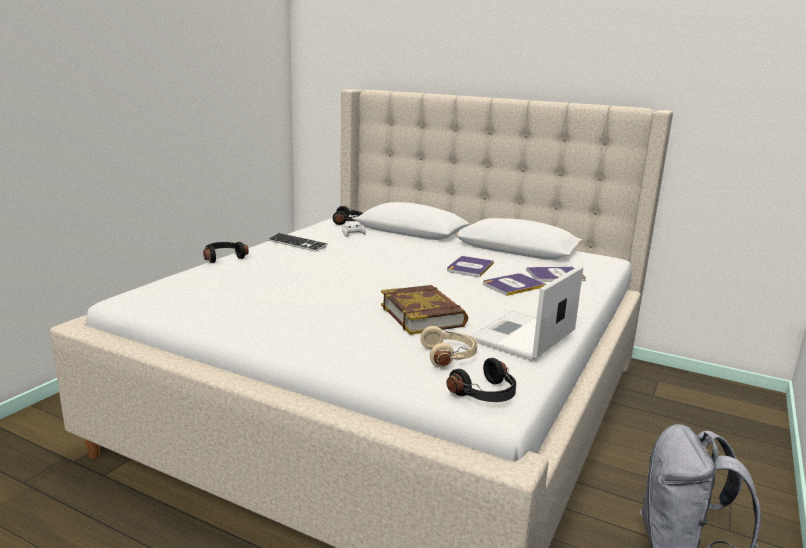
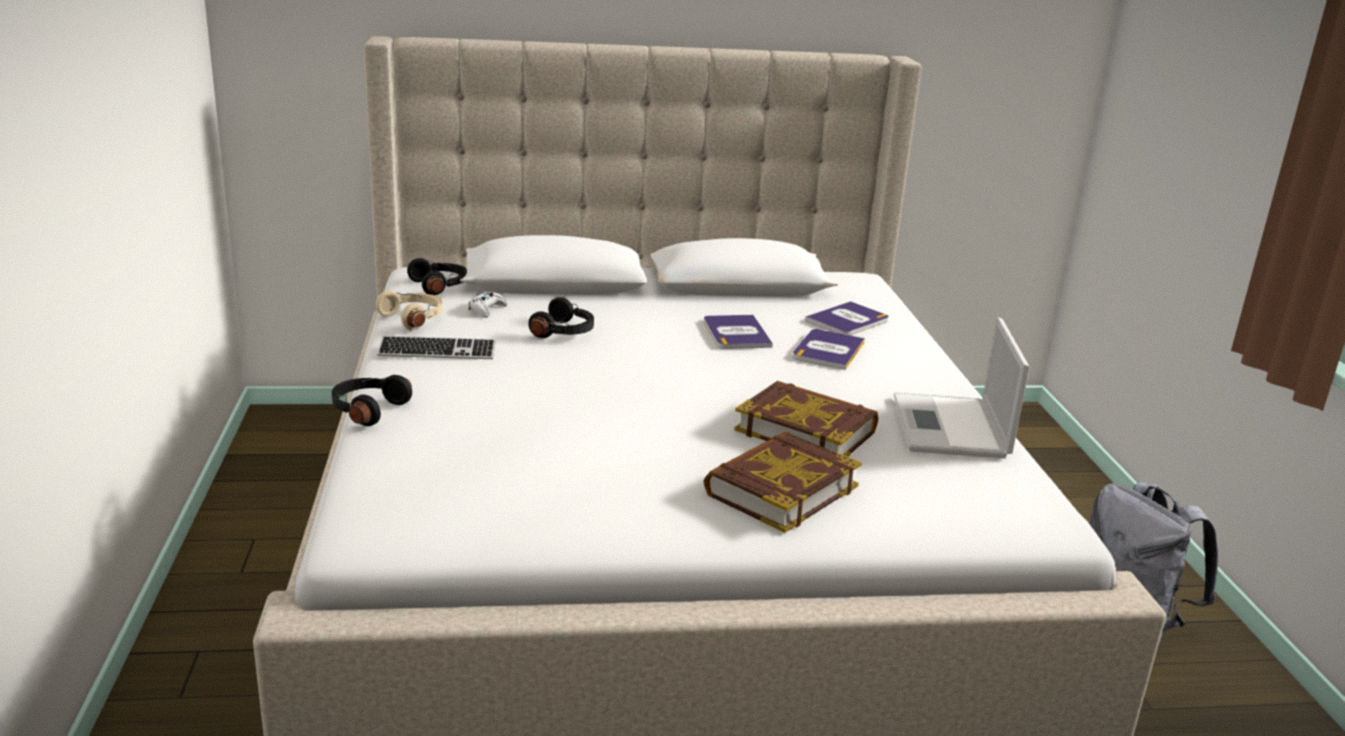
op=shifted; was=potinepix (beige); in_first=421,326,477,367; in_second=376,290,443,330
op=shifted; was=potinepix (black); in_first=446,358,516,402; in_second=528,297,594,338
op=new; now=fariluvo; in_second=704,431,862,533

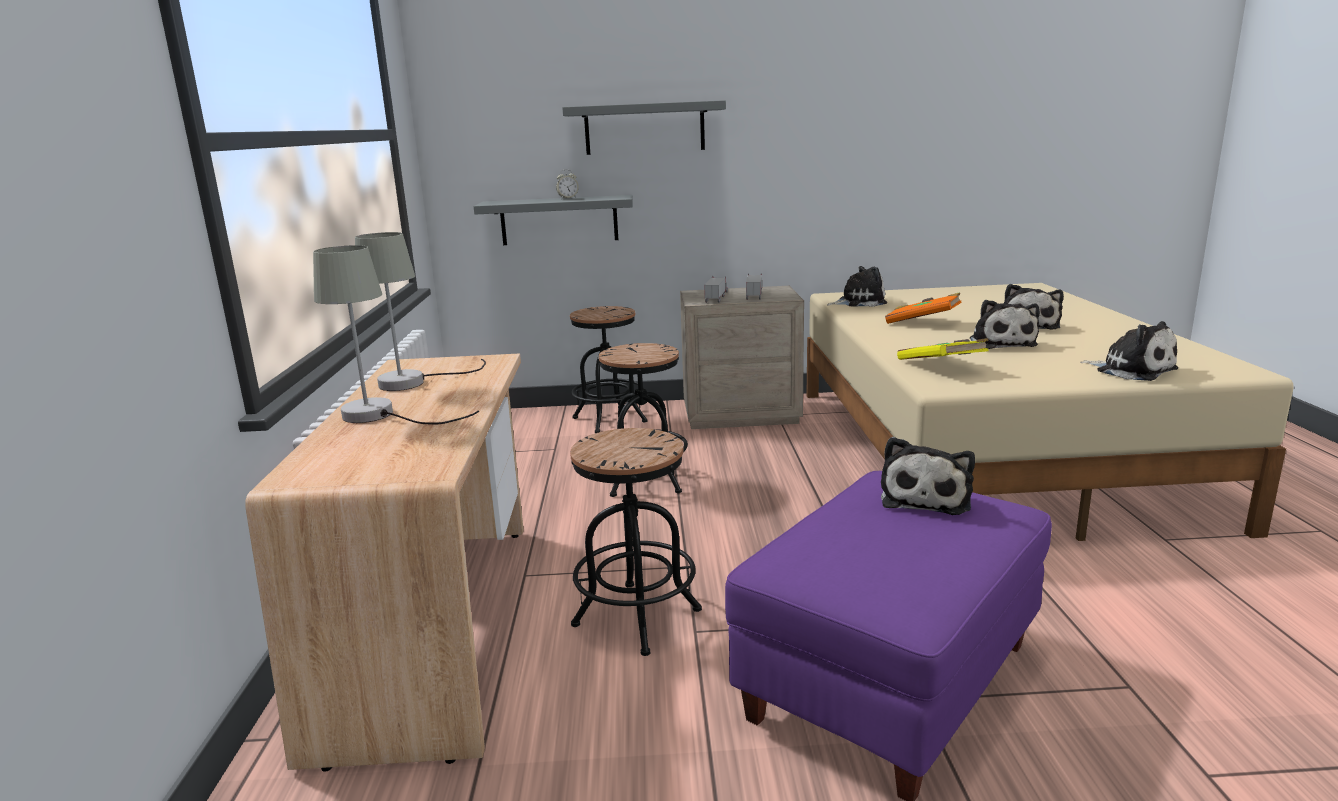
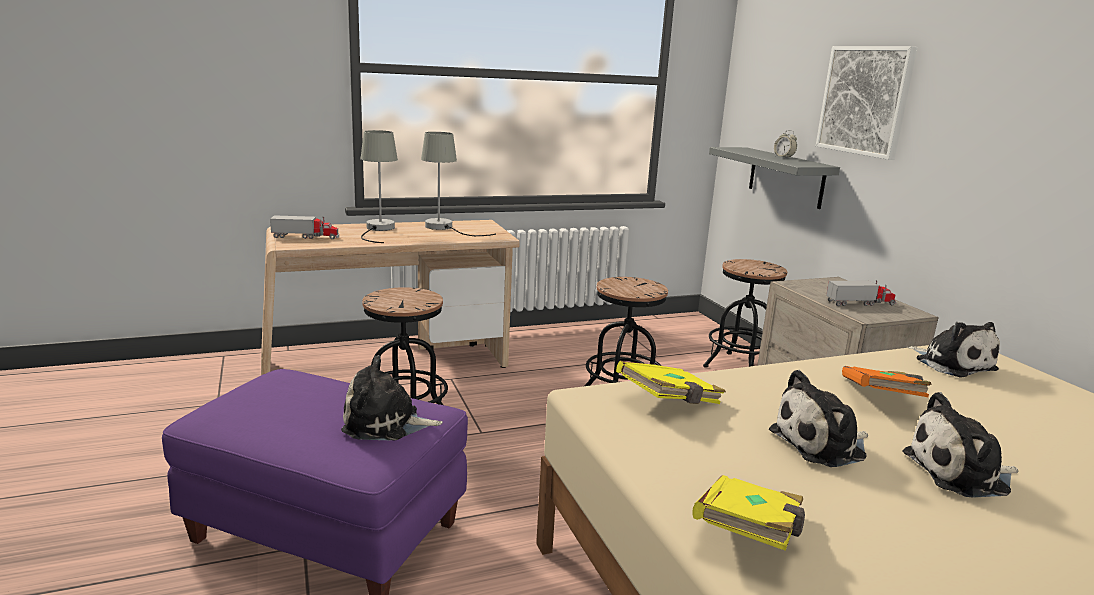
op=swapped; was=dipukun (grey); now=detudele; in_first=562,100,726,155; in_second=816,46,917,160
op=shifted; was=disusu; in_first=704,276,728,303; in_second=270,215,339,239
op=swapped; was=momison; now=fariluvo (yellow); in_first=1080,321,1178,381; in_second=692,475,805,551

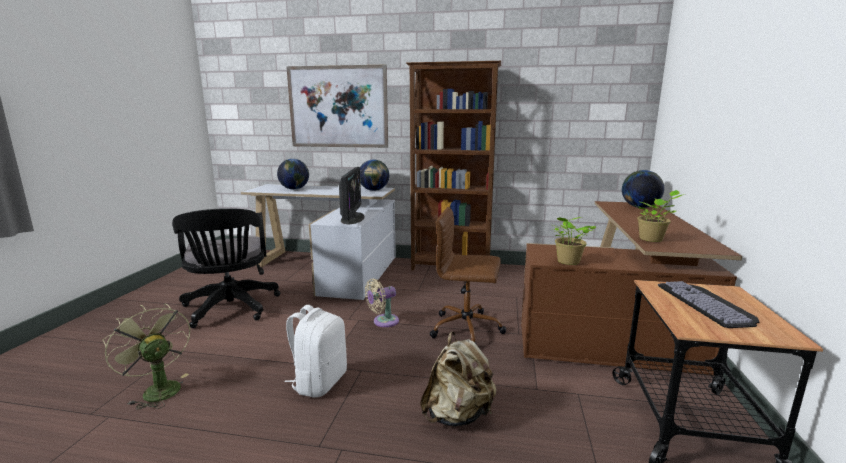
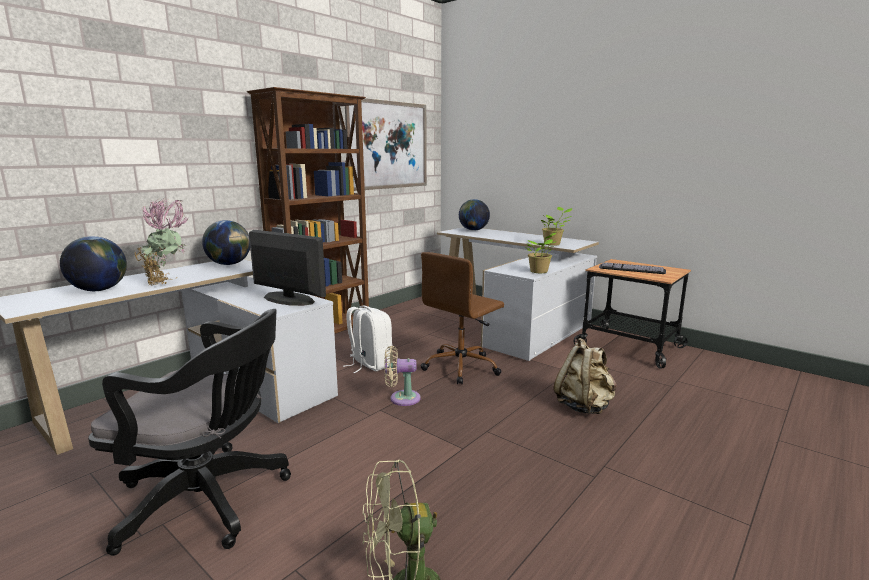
op=shifted; was=detudele; in_first=286,64,388,148; in_second=345,98,427,191
op=repainted; was=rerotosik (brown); now=rerotosik (white); in_first=521,201,742,376; in_second=437,227,599,361
op=rotated; was=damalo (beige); in_first=365,279,399,327; in_second=384,346,420,406; clockwise=90
op=shifted; was=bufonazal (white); in_first=284,305,347,398; in_second=343,306,393,373
op=new; now=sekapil; in_second=135,199,190,285

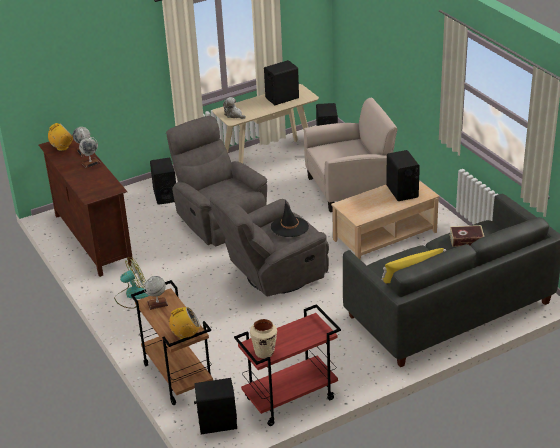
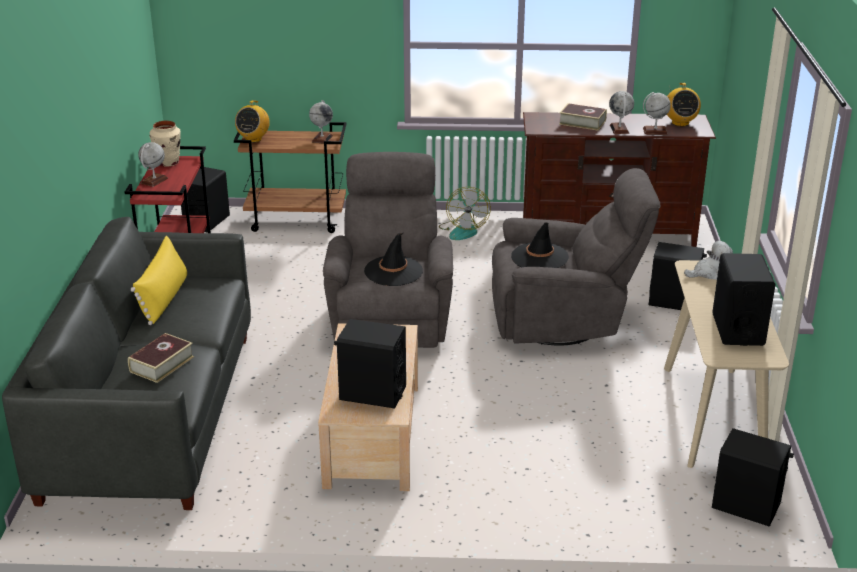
op=gone; was=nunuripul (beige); in_first=304,98,398,212
op=new; now=fariluvo; in_second=559,103,607,131
op=new; now=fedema; in_second=138,142,168,187
op=new; now=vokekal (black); in_second=511,222,569,268

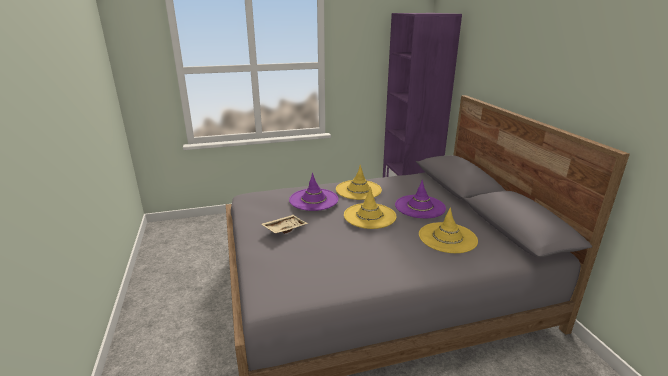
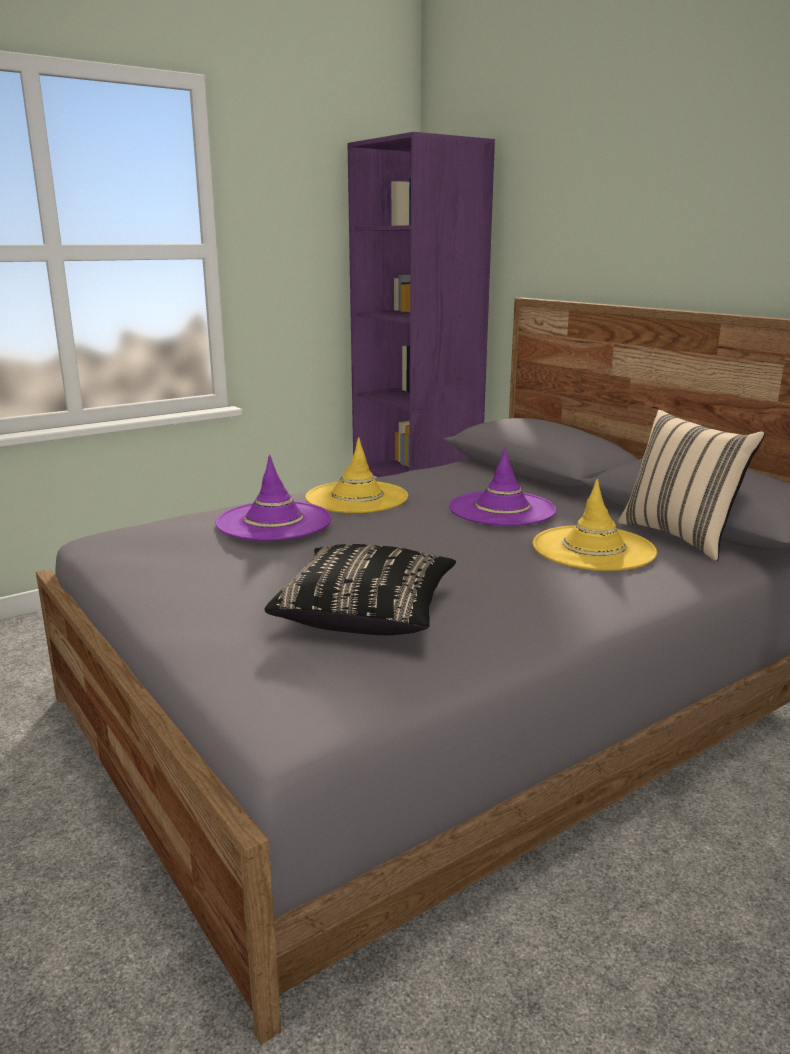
op=gone; was=vokekal (yellow); in_first=344,186,396,229
op=gone; was=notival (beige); in_first=262,215,308,234
op=new; now=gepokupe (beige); in_second=618,410,765,561
op=new; now=gepokupe (black); in_second=265,544,456,635

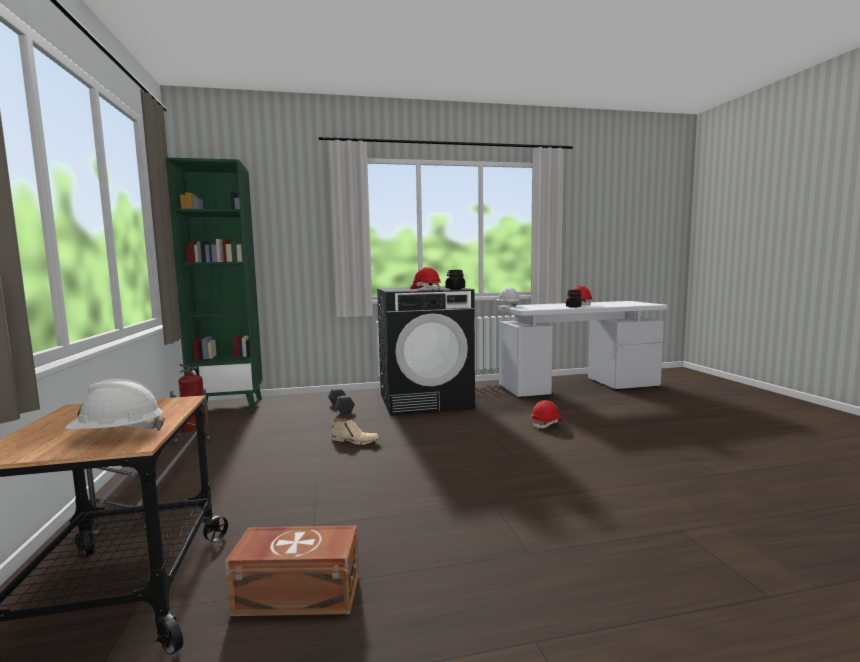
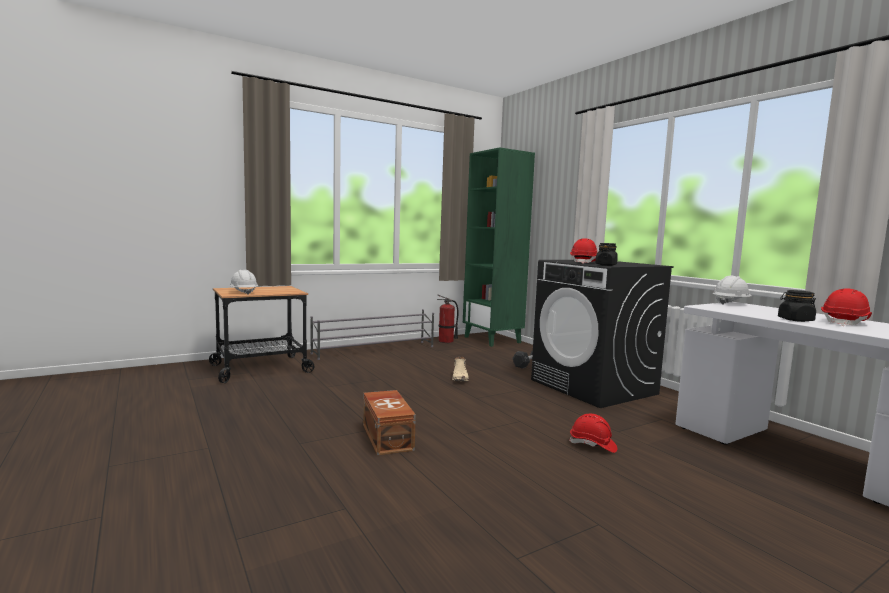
op=shifted; was=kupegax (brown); in_first=225,525,359,616; in_second=363,390,416,455

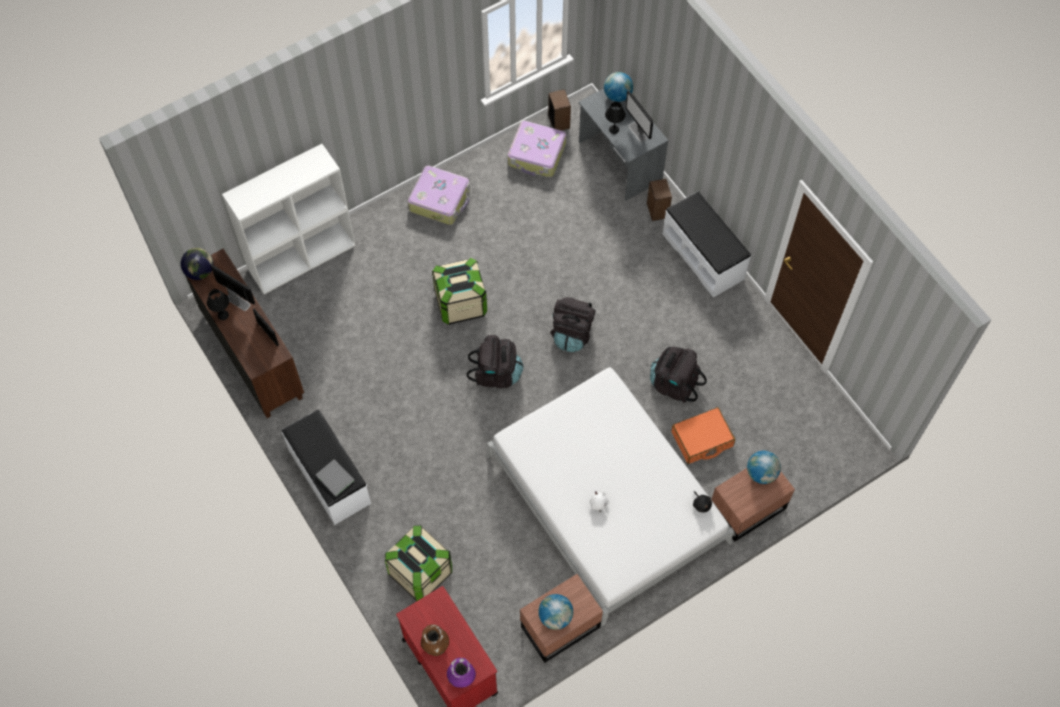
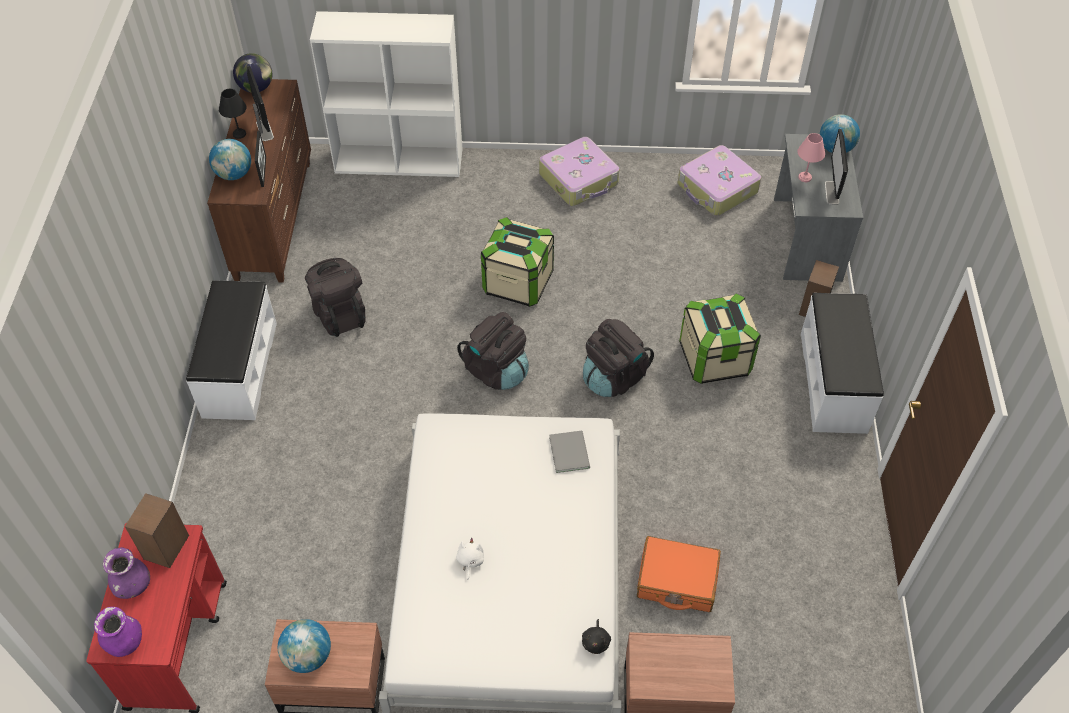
op=shifted; was=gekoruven; in_first=548,89,571,130; in_second=125,493,189,568
op=repainted; was=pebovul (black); now=pebovul (pink); in_first=605,101,626,134; in_second=797,133,825,182
op=shifted; was=bufonazal (black); in_first=650,347,707,403; in_second=305,258,365,337
op=shifted; was=fedema; in_first=747,451,781,484; in_second=209,139,251,180
op=shifted; was=fariluvo (grey); in_first=316,459,355,496; in_second=549,431,590,473
op=shifted; was=kupegax; in_first=385,525,452,601; in_second=679,293,761,384
op=repainted; was=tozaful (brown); now=tozaful (purple); in_first=421,624,449,656; in_second=103,547,150,599

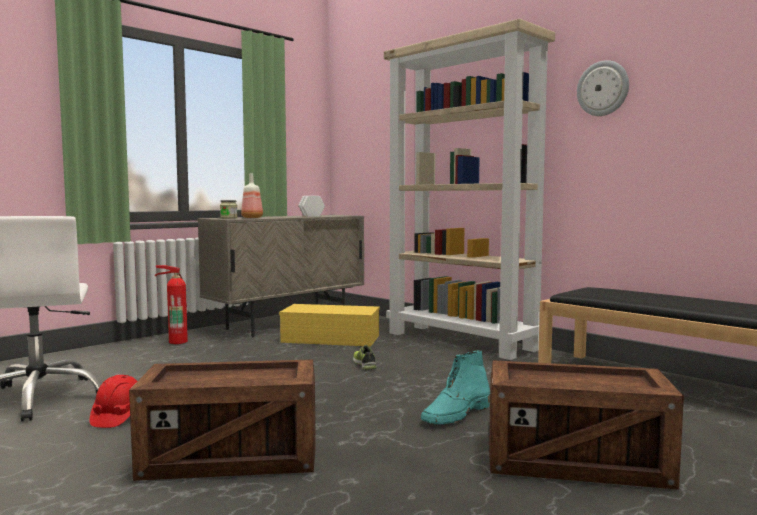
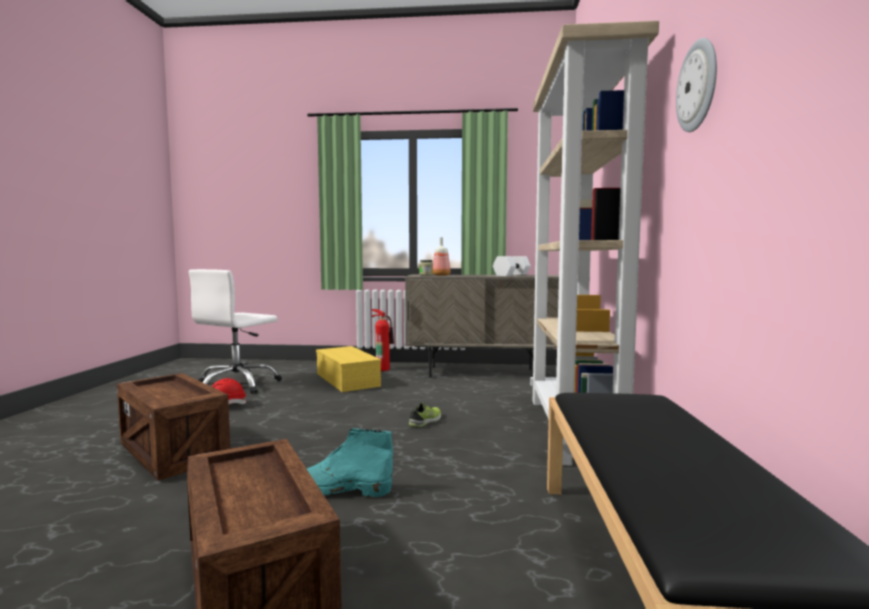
op=shifted; was=kupegax (yellow); in_first=279,304,380,347; in_second=316,346,381,392

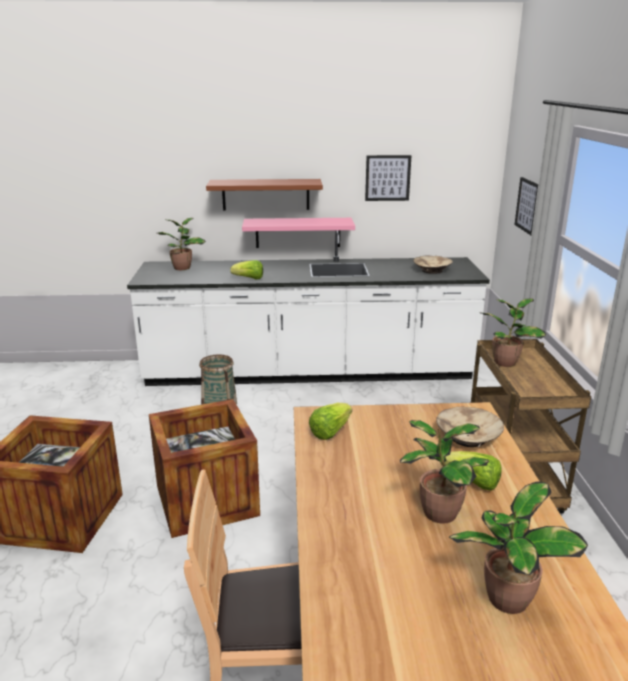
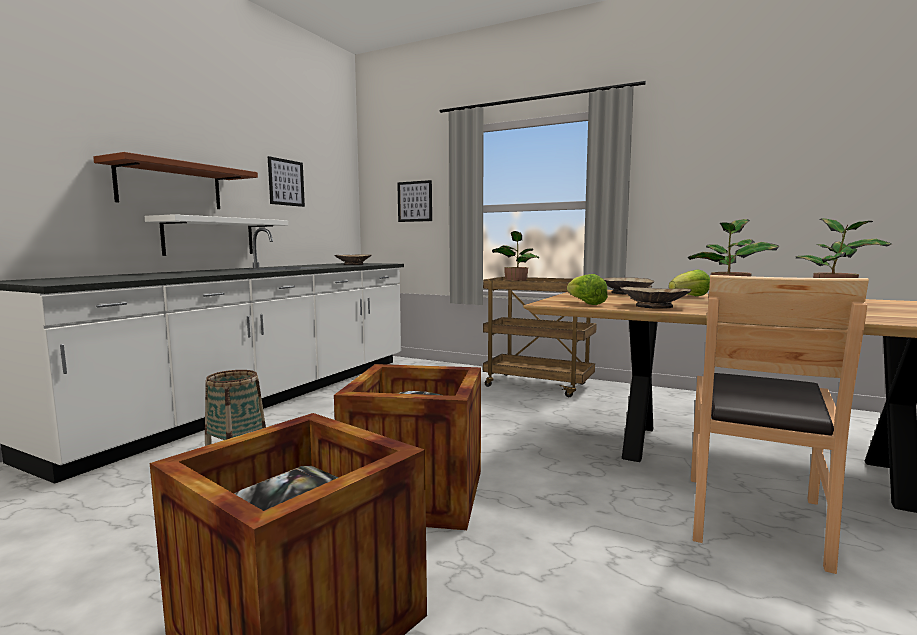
op=gone; was=sekapil; in_first=158,218,206,270
op=repainted; was=dipukun (pink); now=dipukun (white); in_first=242,218,355,248; in_second=145,214,288,256
op=gone; was=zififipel; in_first=230,260,263,279
op=new; now=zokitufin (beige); in_second=620,287,691,309

